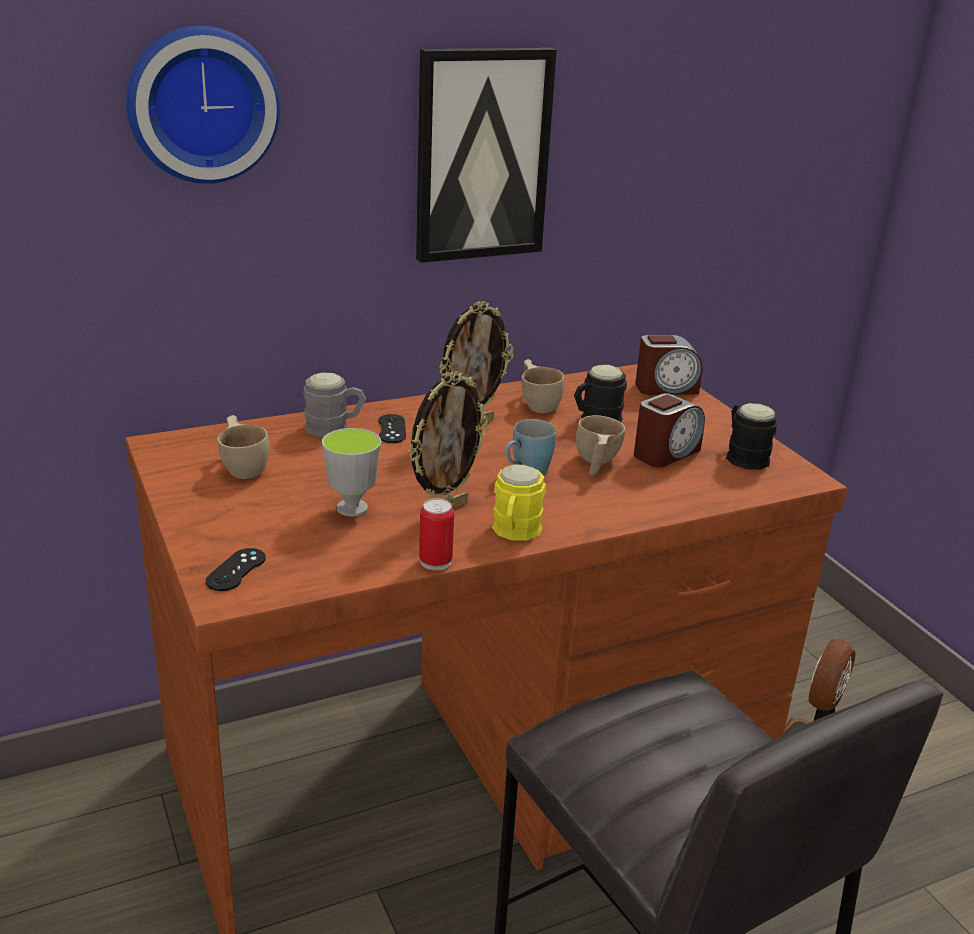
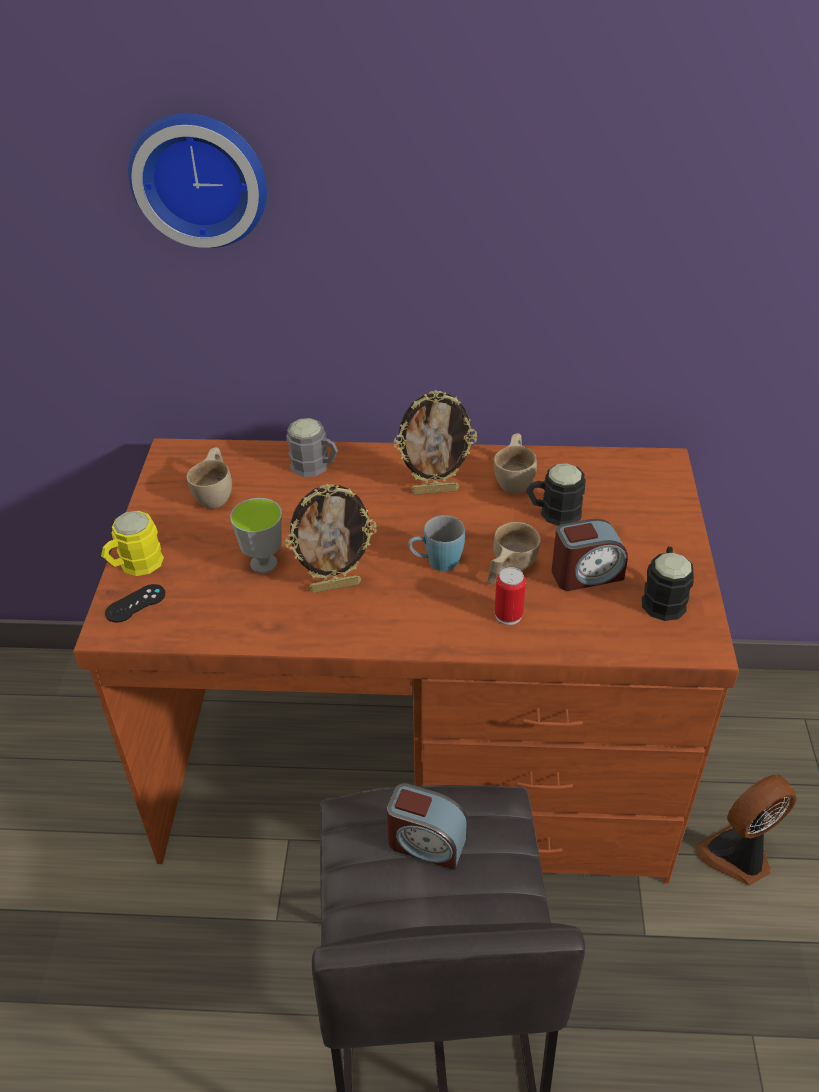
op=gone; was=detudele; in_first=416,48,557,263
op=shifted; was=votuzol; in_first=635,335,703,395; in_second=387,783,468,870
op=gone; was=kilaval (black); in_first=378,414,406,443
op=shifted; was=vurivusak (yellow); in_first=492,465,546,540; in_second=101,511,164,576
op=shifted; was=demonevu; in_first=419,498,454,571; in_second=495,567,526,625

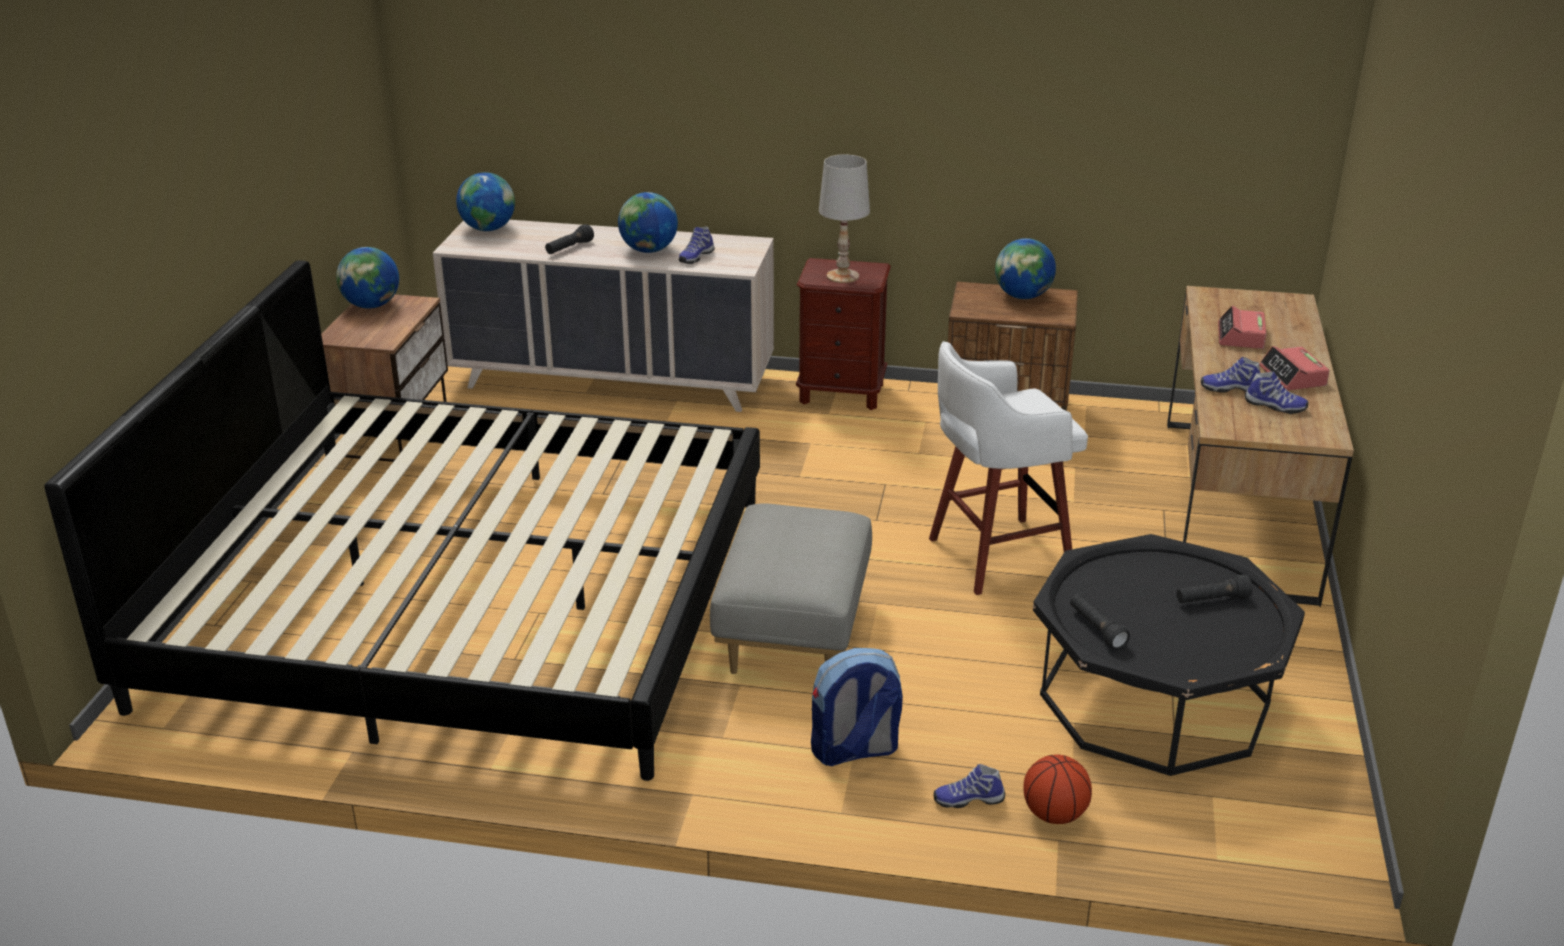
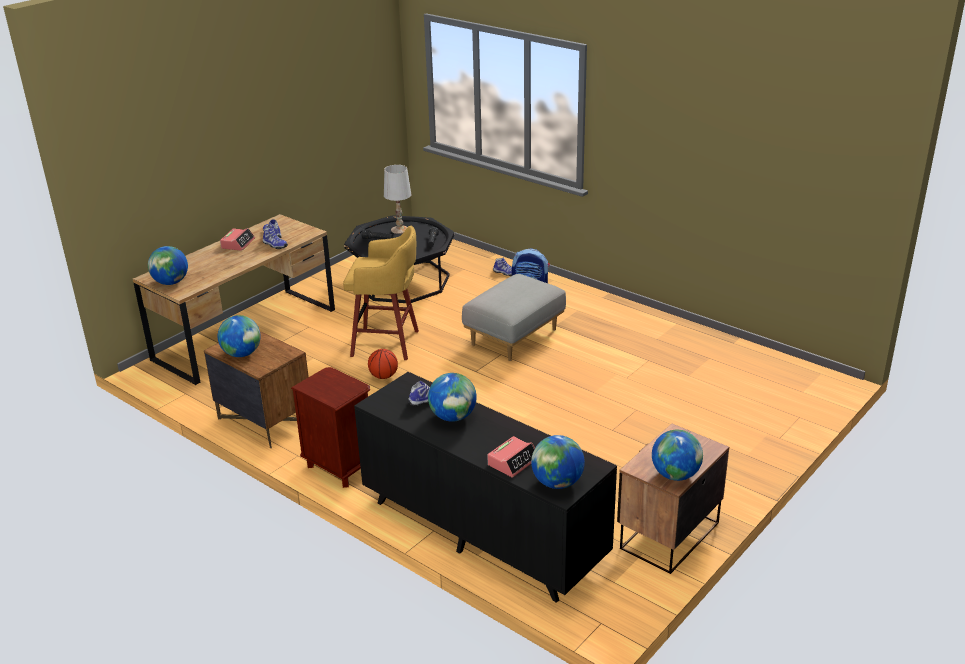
op=shifted; was=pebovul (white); in_first=819,154,870,283; in_second=384,165,412,234
op=repainted; was=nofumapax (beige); now=nofumapax (black); in_first=433,220,774,412; in_second=354,372,617,603
op=gone; was=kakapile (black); in_first=545,224,594,254
op=gone; was=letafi; in_first=44,260,760,781
op=shifted; was=votuzol; in_first=1218,306,1267,349; in_second=487,436,535,478
op=repainted; was=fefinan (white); now=fefinan (yellow); in_first=929,341,1088,595; in_second=343,225,419,360
op=shifted; was=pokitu; in_first=1023,755,1092,824; in_second=368,349,398,379
op=new; now=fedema; in_second=148,246,188,285

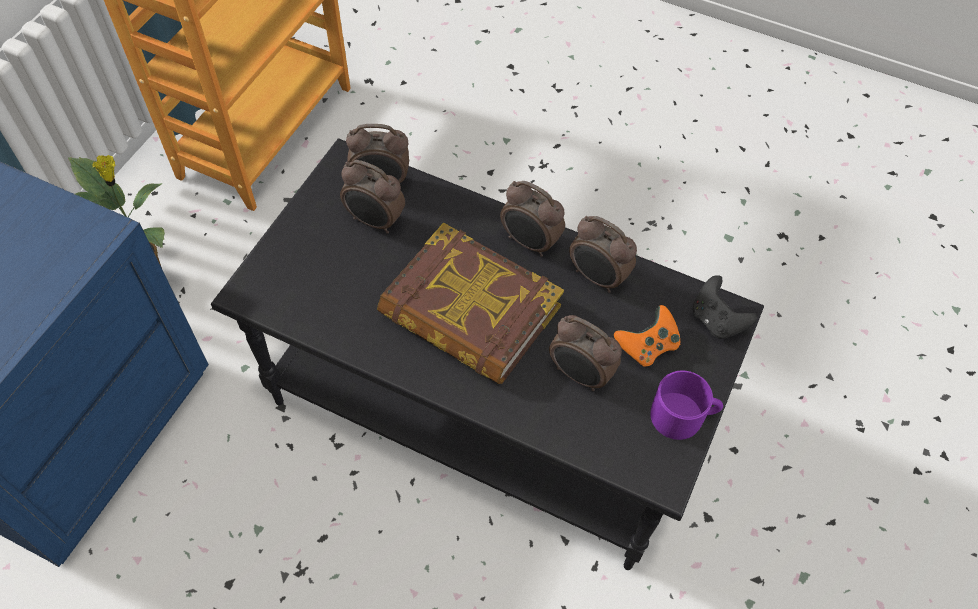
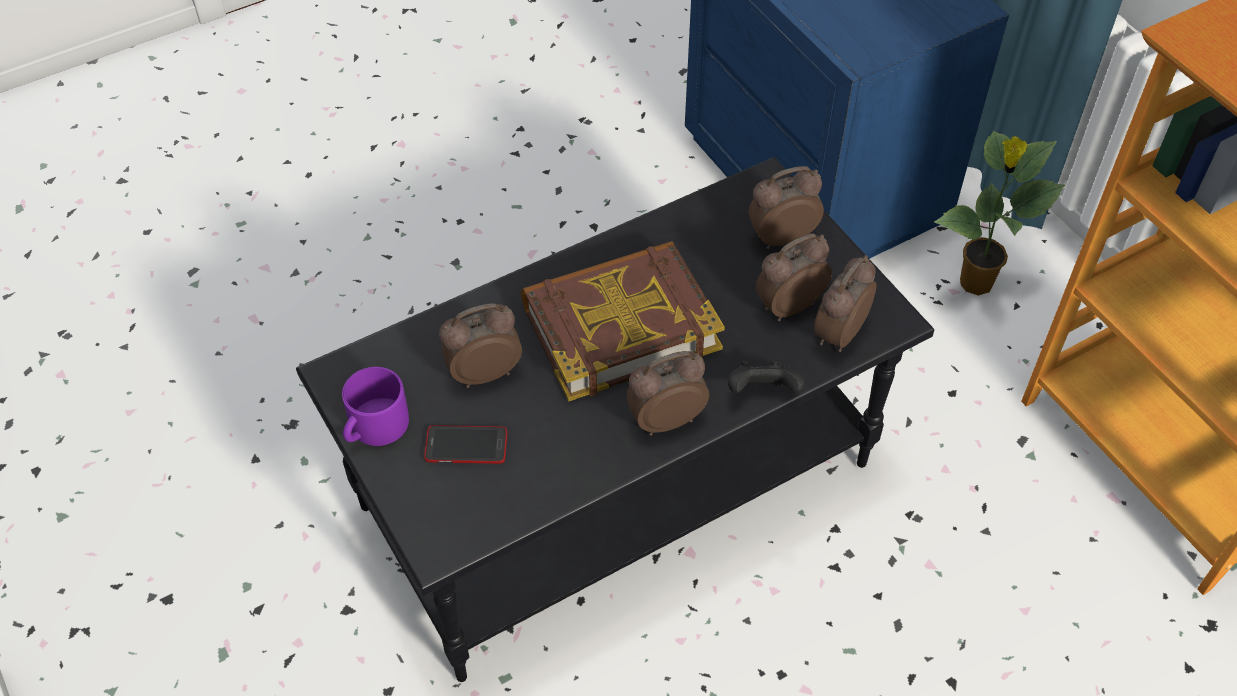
op=shifted; was=votuzol; in_first=569,216,637,293; in_second=749,166,824,249
op=shifted; was=kilaval (black); in_first=693,275,757,339; in_second=728,361,805,393
op=swapped; was=kilaval (orange); now=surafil; in_first=614,305,680,366; in_second=424,425,507,464

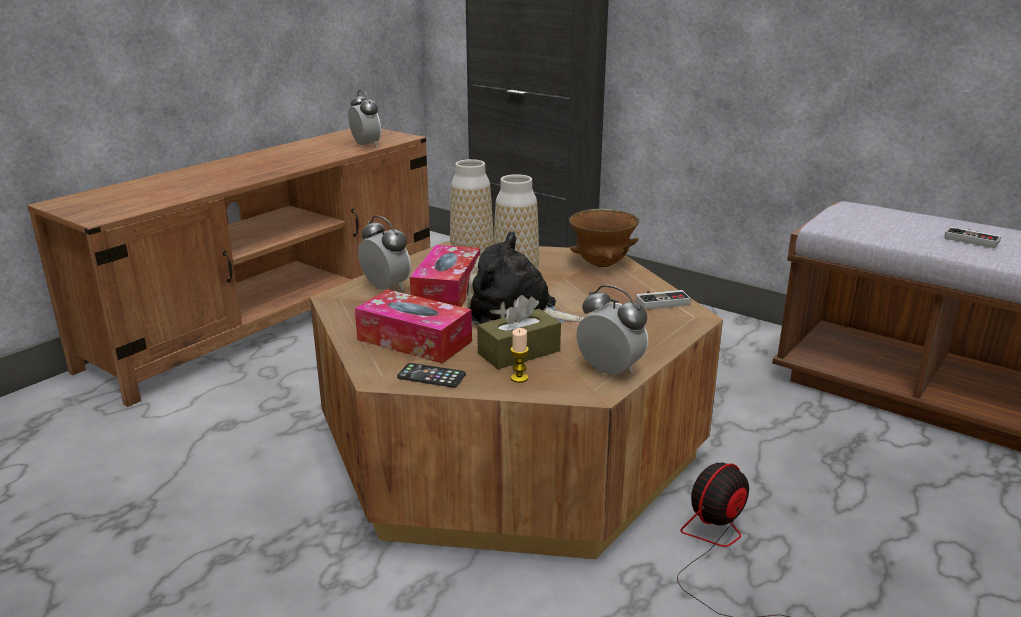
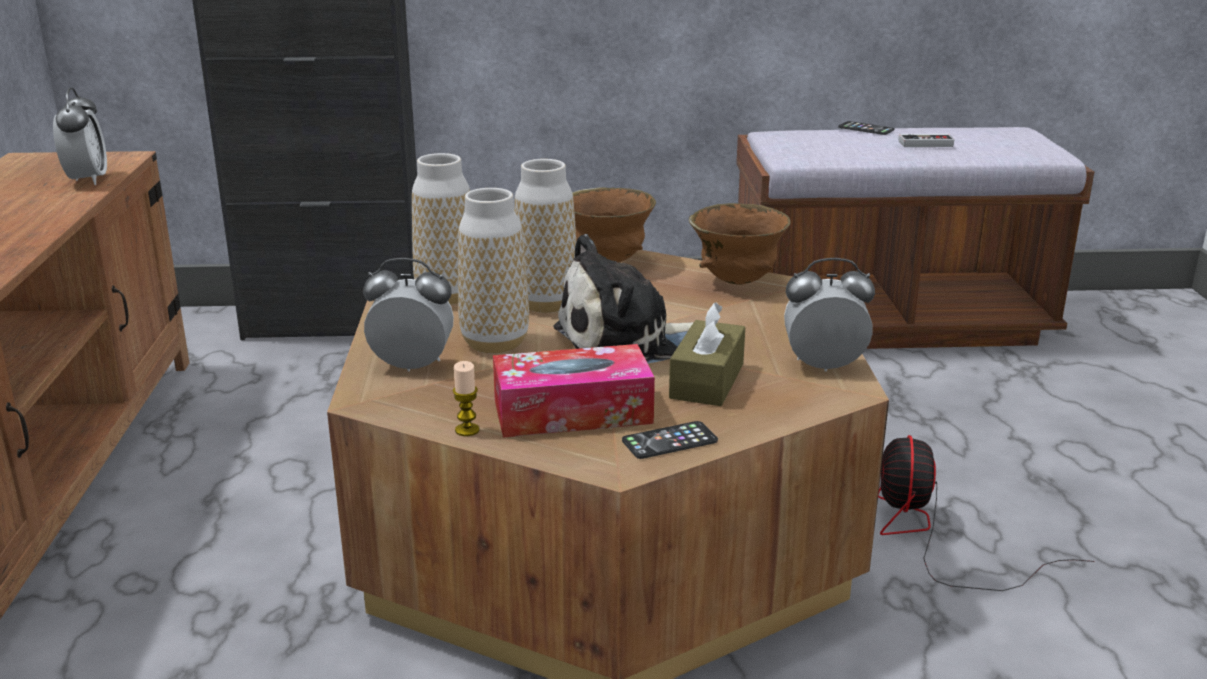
op=rotated; was=votuzol; in_first=348,90,381,147; in_second=53,88,107,185; clockwise=60
op=swapped; was=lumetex; now=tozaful; in_first=410,245,480,307; in_second=458,188,529,353
op=swapped; was=kilaval; now=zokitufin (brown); in_first=636,290,691,310; in_second=689,203,791,285
op=shifted; was=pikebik; in_first=511,328,529,383; in_second=453,361,480,436
op=new; now=surafil; in_second=838,121,894,135

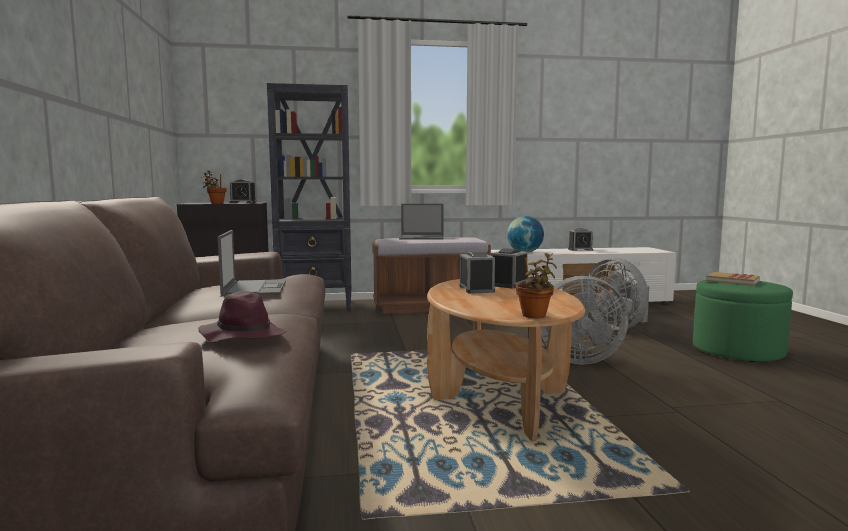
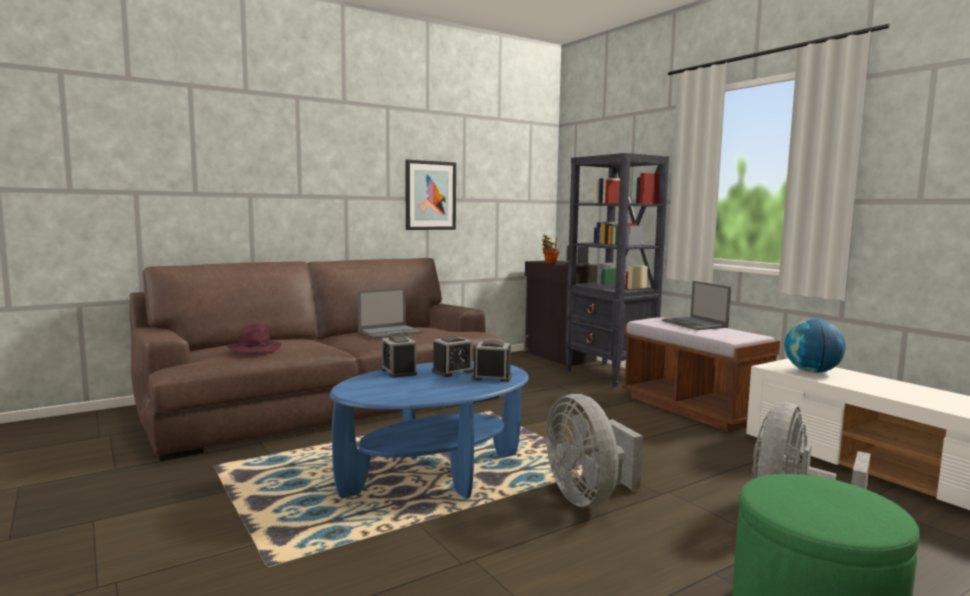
op=shifted; was=votuzol; in_first=568,228,593,251; in_second=382,336,417,378
op=gone; was=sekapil; in_first=516,253,557,318
op=gone; was=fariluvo; in_first=706,272,760,286
op=repainted; was=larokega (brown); now=larokega (blue); in_first=427,279,585,441; in_second=330,361,529,499
op=new; now=detudele; in_second=405,160,456,230

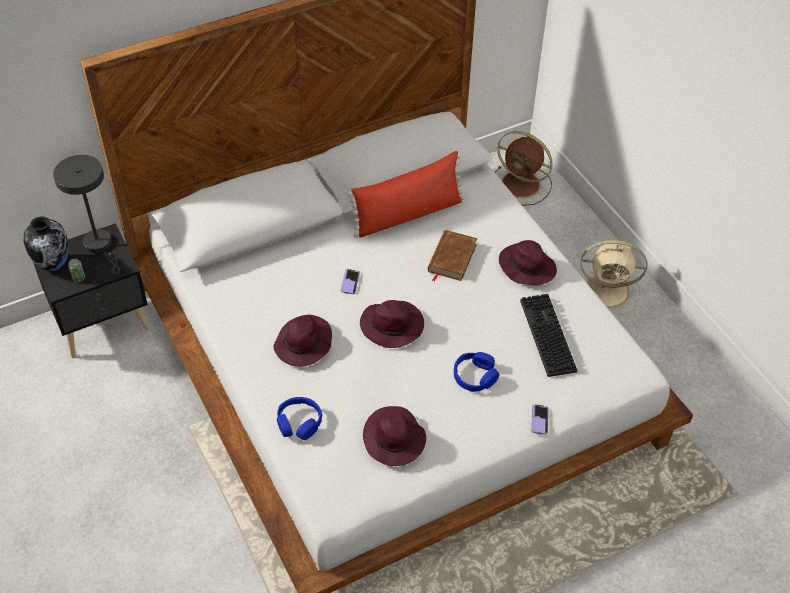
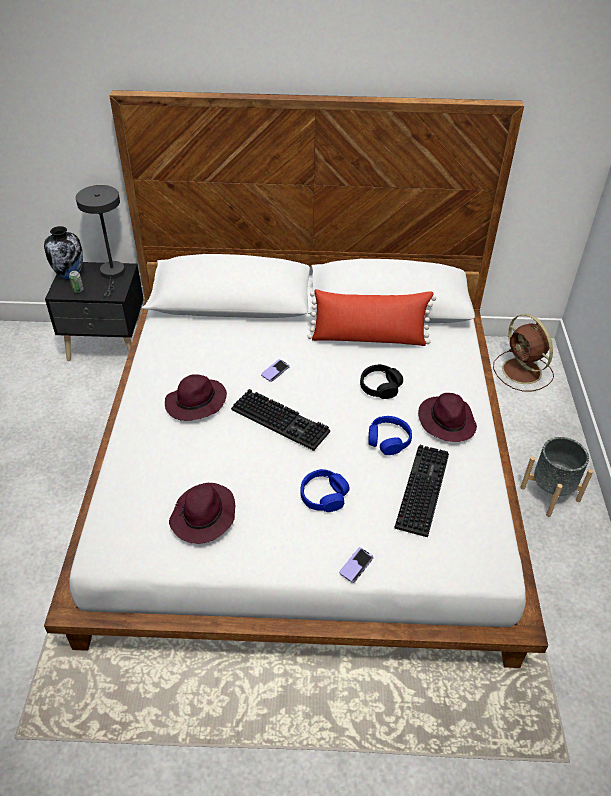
op=swapped; was=fariluvo (brown); now=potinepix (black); in_first=428,230,477,281; in_second=360,364,403,399
op=swapped; was=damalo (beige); now=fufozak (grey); in_first=581,240,647,315; in_second=520,437,593,517
op=swapped; was=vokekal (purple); now=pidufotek; in_first=360,300,424,348; in_second=231,389,330,451
op=shifted; was=potinepix (blue); in_first=277,397,322,440; in_second=368,416,412,455

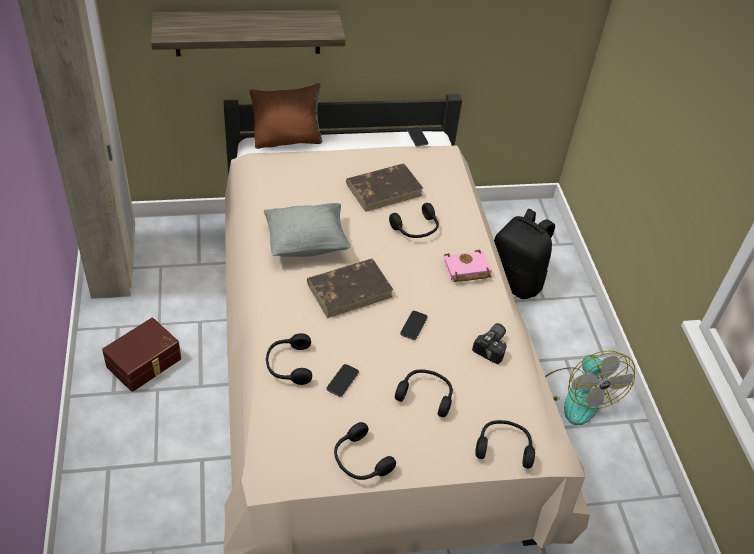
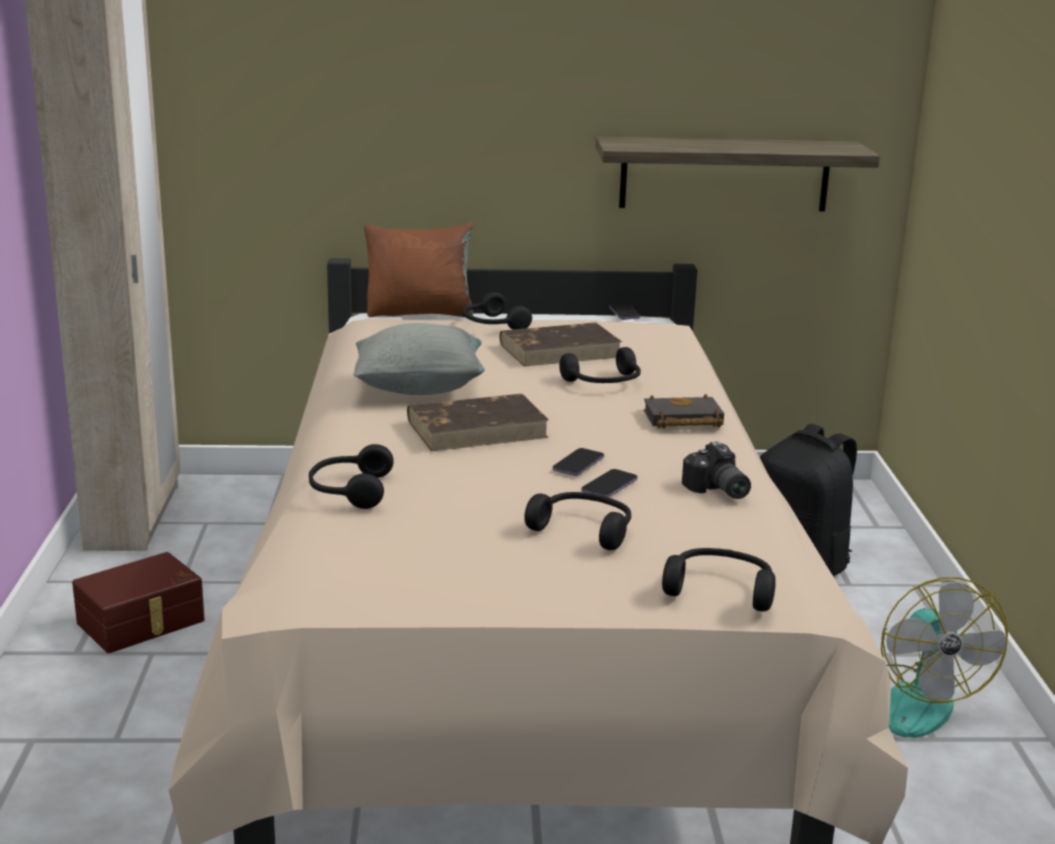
op=shifted; was=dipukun; in_first=151,10,346,56; in_second=596,136,880,212
op=repainted; was=fariluvo (pink); now=fariluvo (black); in_first=443,250,492,282; in_second=643,394,724,429
op=rotated; was=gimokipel; in_first=472,323,507,364; in_second=682,441,751,499; clockwise=120
op=shifted; was=surafil; in_first=327,364,359,397; in_second=581,469,637,498
op=shifted; was=potinepix (black); in_first=334,422,396,480; in_second=463,292,532,330

